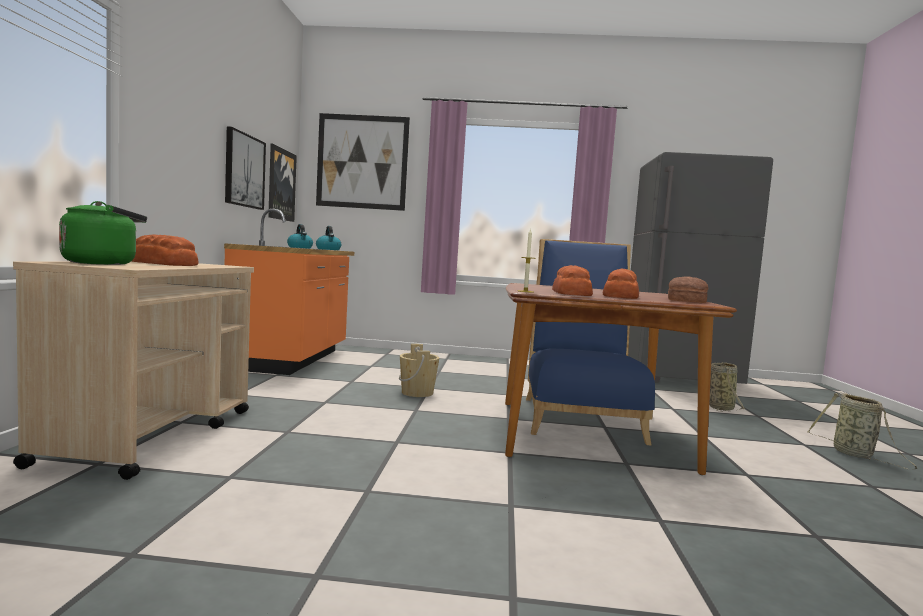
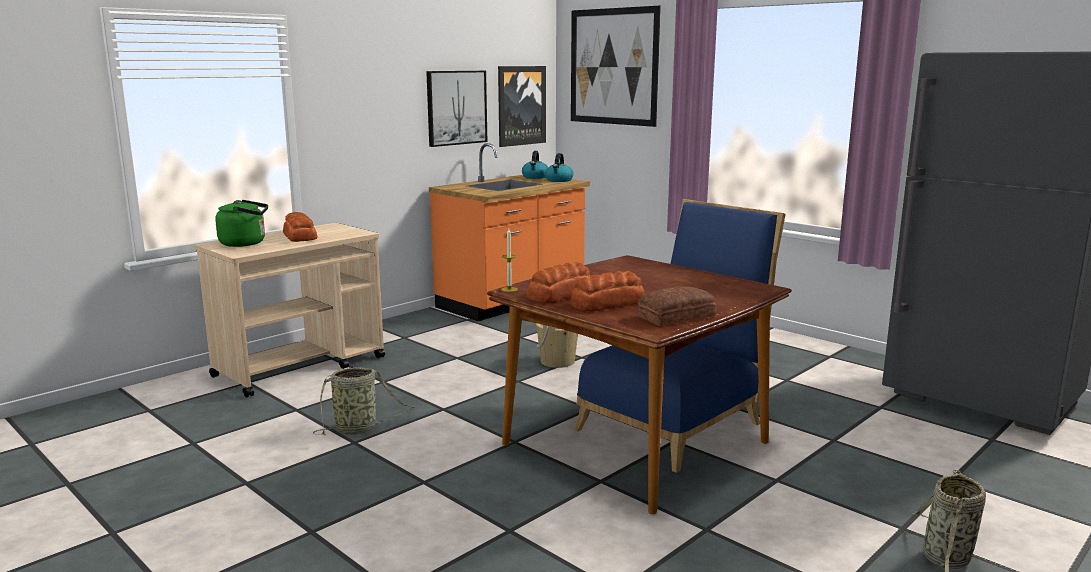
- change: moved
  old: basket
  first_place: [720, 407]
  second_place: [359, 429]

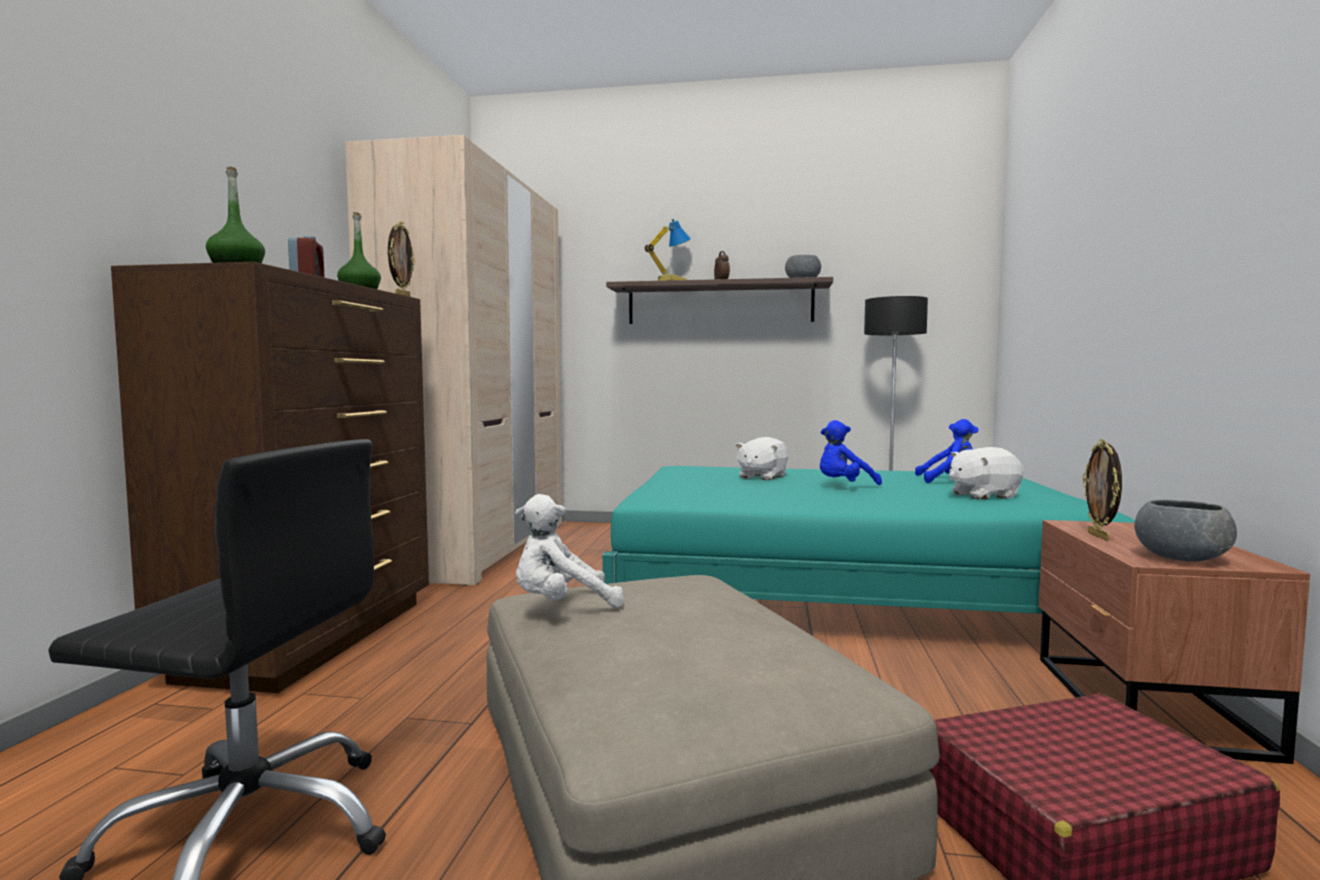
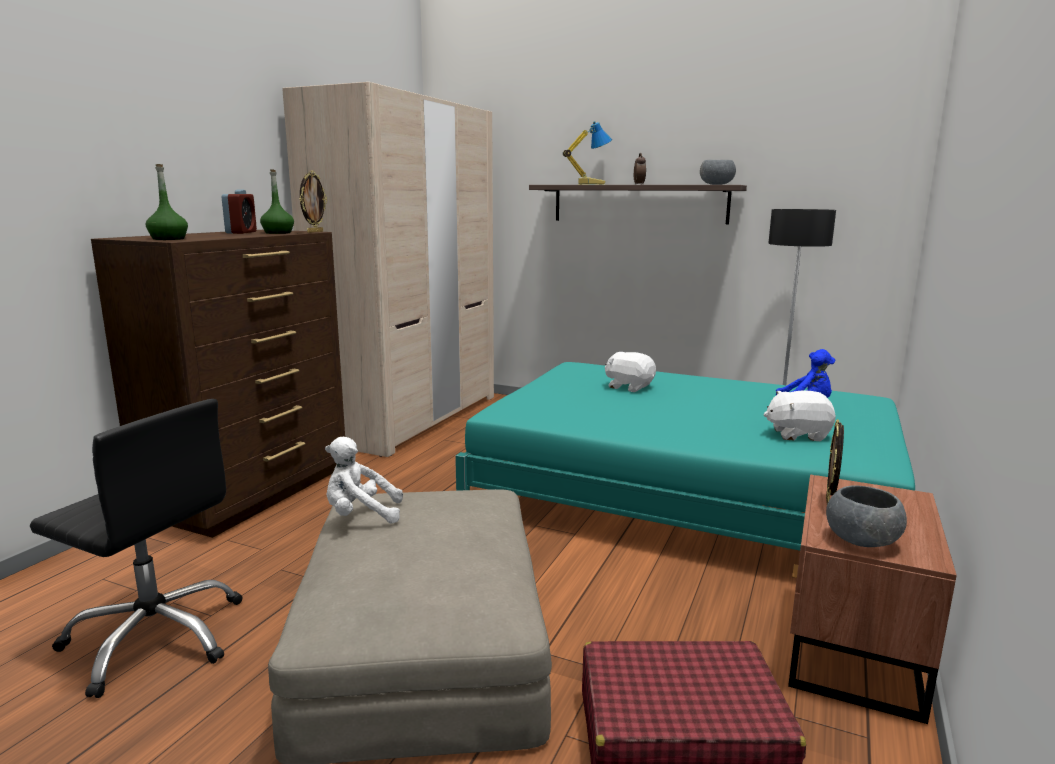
- change: turned
  old: plush toy/white
  first_place: [762, 477]
  second_place: [629, 387]
  degrees: 75
- change: removed
  old: plush toy/blue
  first_place: [844, 486]

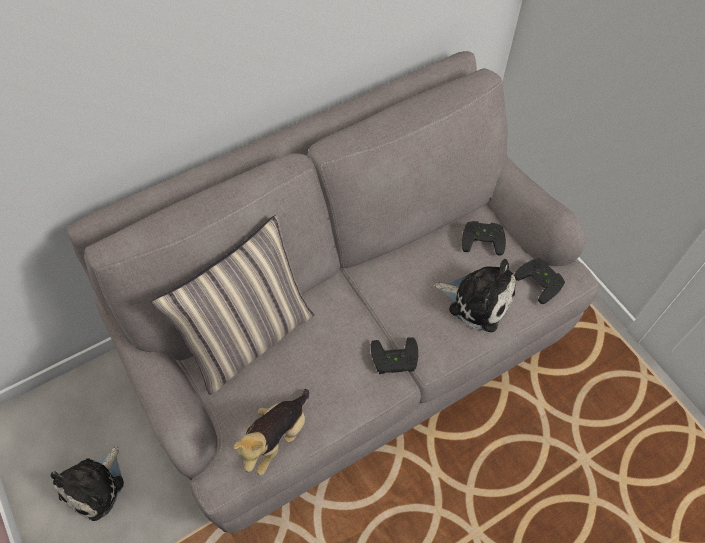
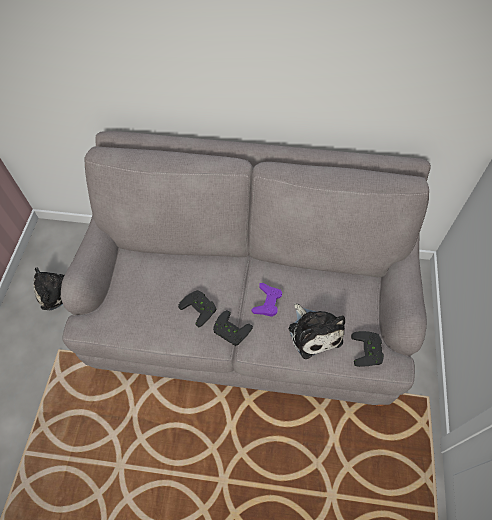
- change: removed
  old: pillow
  first_place: [250, 337]
- change: removed
  old: plush toy
  first_place: [276, 437]
- change: moved
  old: game controller/black
  first_place: [483, 238]
  second_place: [200, 307]
- change: added
  new: game controller/purple
  second_place: [267, 302]

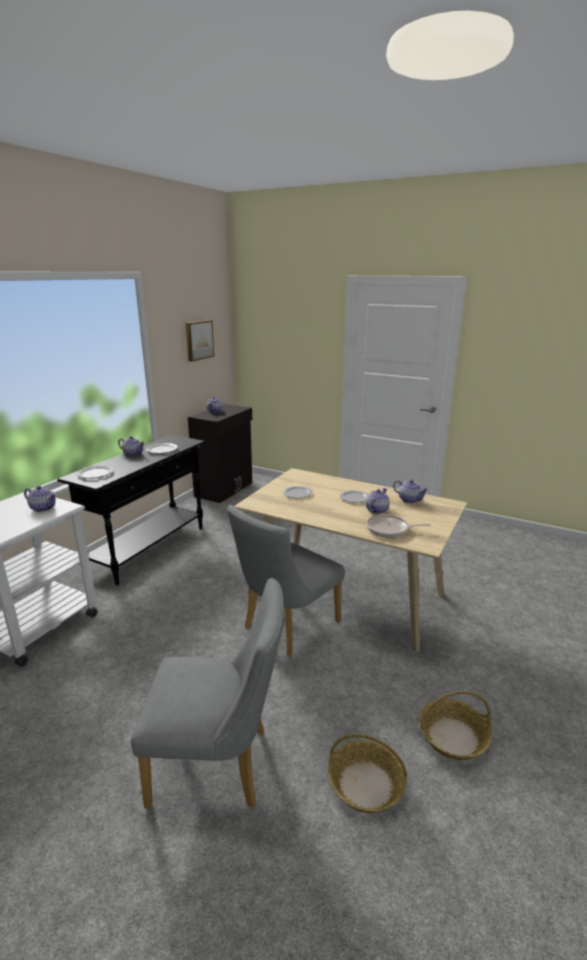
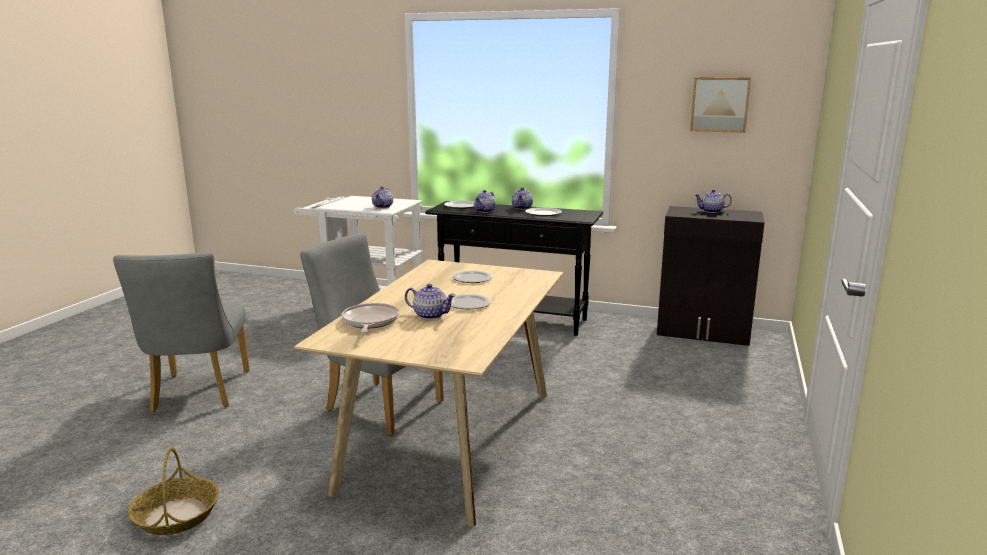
- change: removed
  old: basket
  first_place: [366, 784]
- change: moved
  old: teapot
  first_place: [409, 500]
  second_place: [485, 211]

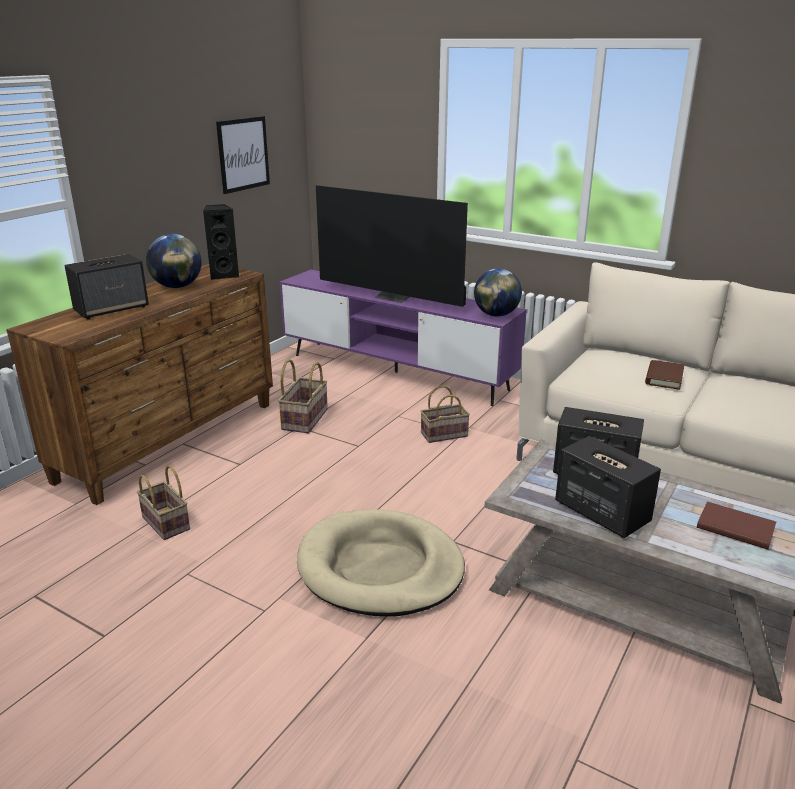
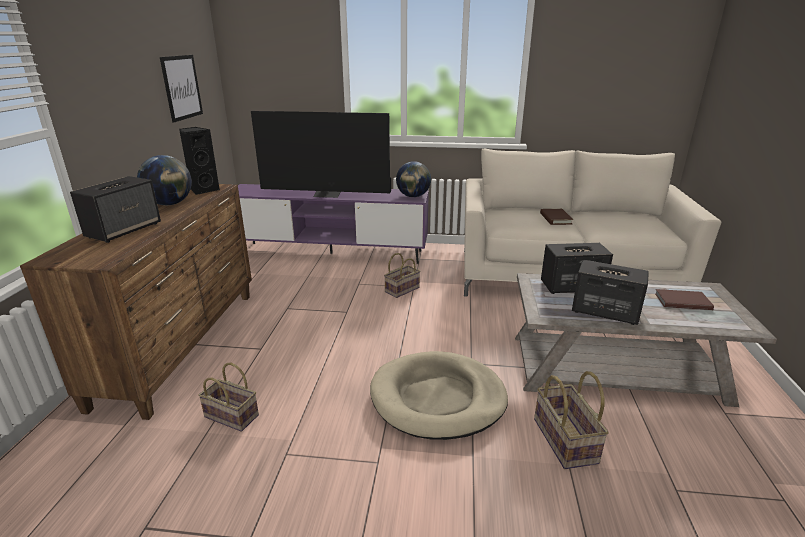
- change: moved
  old: basket
  first_place: [304, 419]
  second_place: [563, 440]

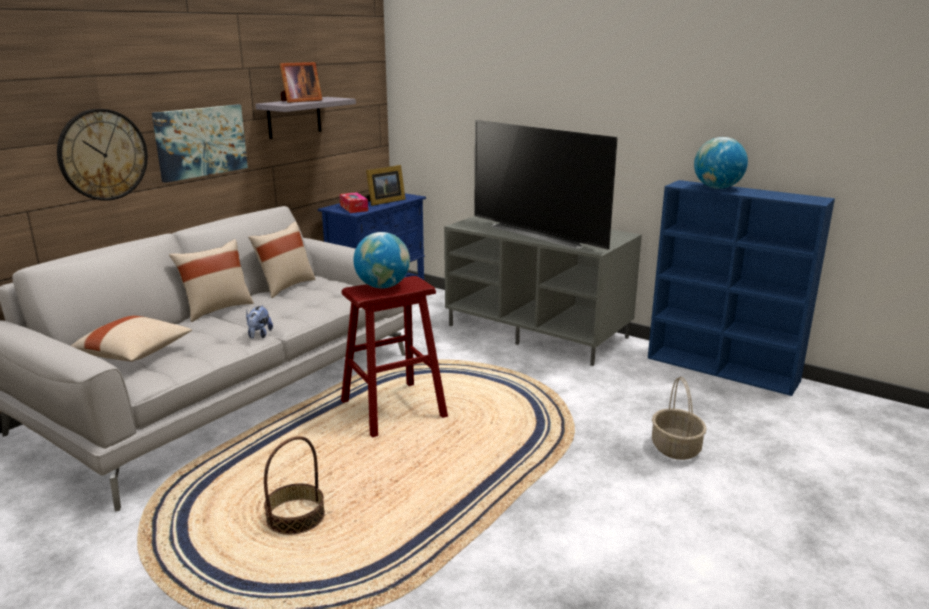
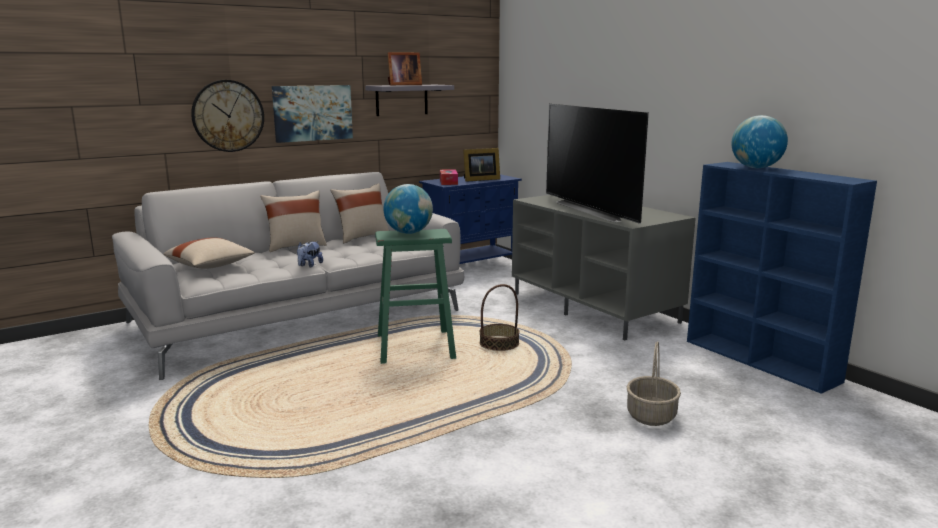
- change: moved
  old: basket
  first_place: [295, 517]
  second_place: [499, 343]
- change: recoloured
  old: stool/red
  new: stool/green
  first_place: [393, 409]
  second_place: [415, 347]

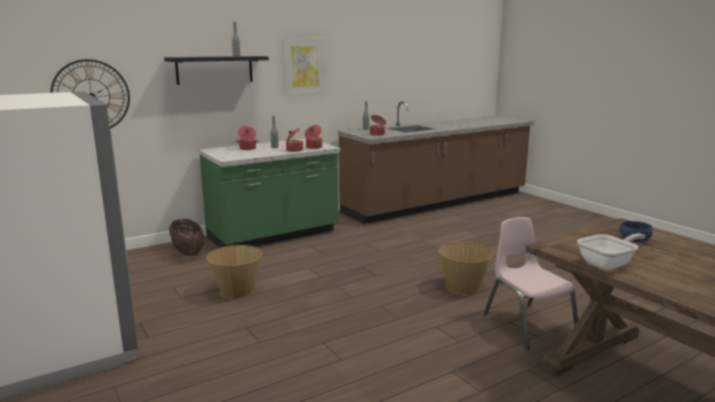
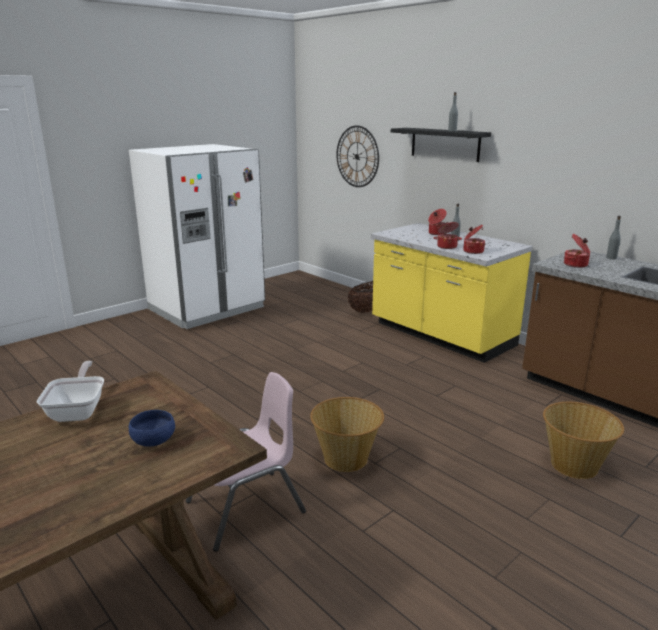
- change: recoloured
  old: counter/green
  new: counter/yellow
  first_place: [273, 235]
  second_place: [441, 335]
- change: moved
  old: basket
  first_place: [237, 291]
  second_place: [574, 464]
- change: removed
  old: picture
  first_place: [304, 66]
- change: turned
  old: frying pan
  first_place: [609, 264]
  second_place: [78, 410]
  degrees: -150

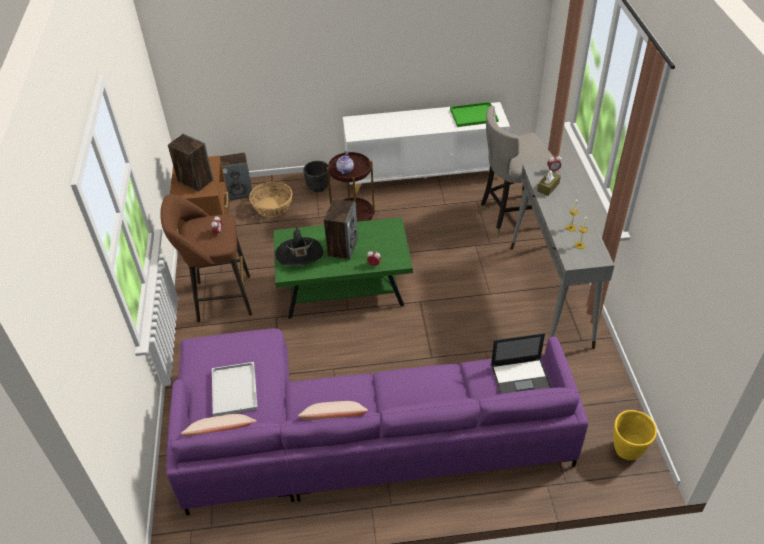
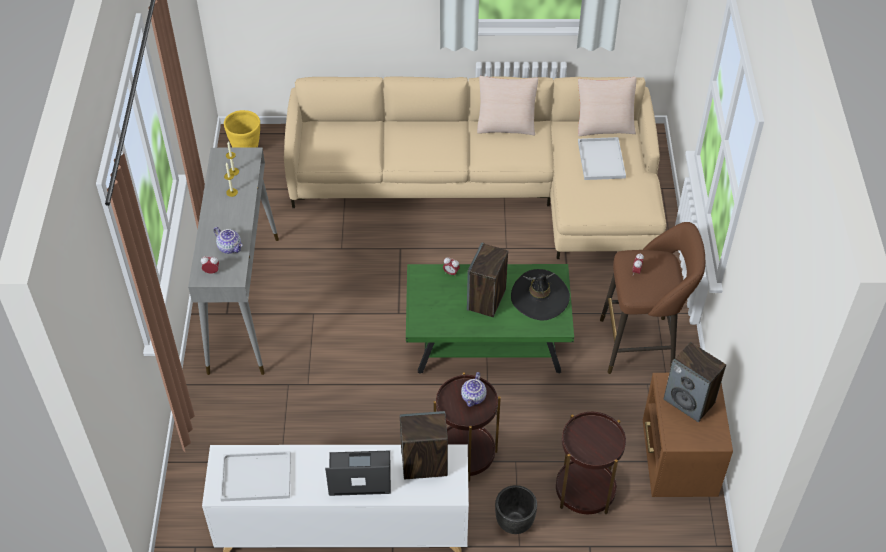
- change: recoloured
  old: sofa/purple
  new: sofa/beige
  first_place: [354, 436]
  second_place: [490, 185]
- change: moved
  old: speaker
  first_place: [239, 193]
  second_place: [424, 464]
- change: replaced
  old: basket
  new: side table/brown
  first_place: [272, 206]
  second_place: [585, 491]
- change: recoloured
  old: tray/green
  new: tray/white
  first_place: [473, 115]
  second_place: [258, 476]
- change: removed
  old: stool/grey
  first_place: [511, 216]
- change: moved
  old: laptop
  first_place: [521, 377]
  second_place: [358, 474]
- change: replaced
  old: tissue box/brown
  new: teapot
  first_place: [548, 187]
  second_place: [230, 247]

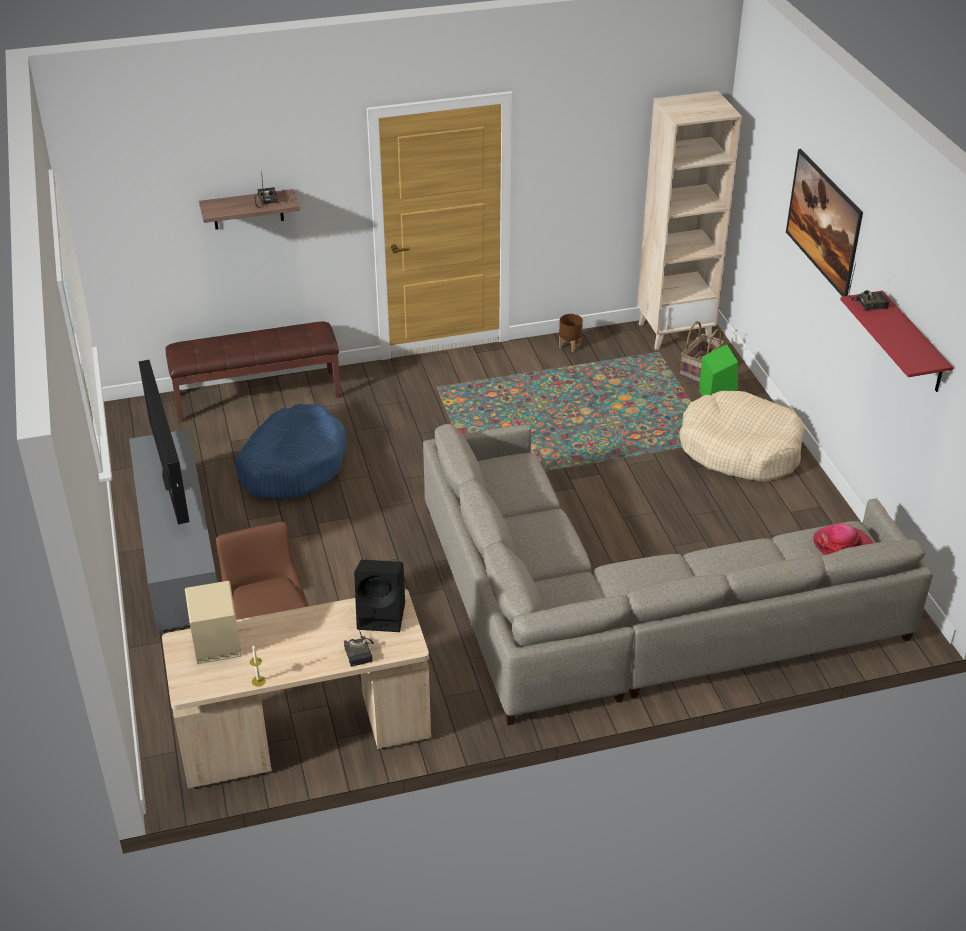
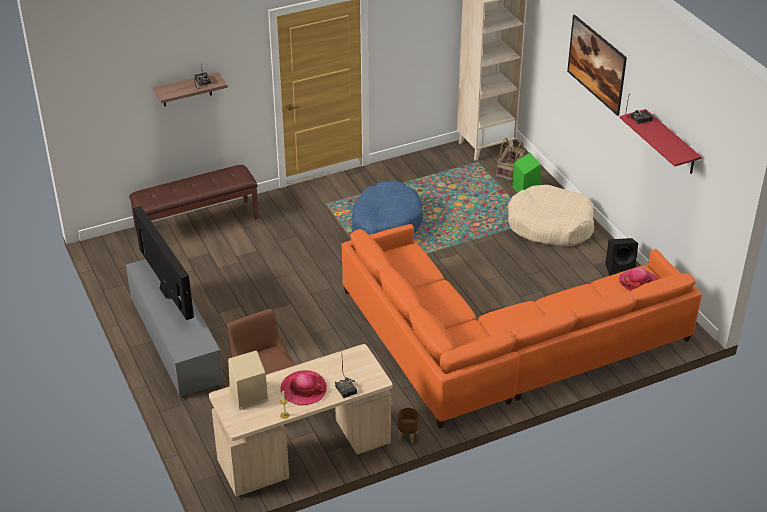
- change: moved
  old: dog bed/blue
  first_place: [293, 465]
  second_place: [385, 223]
- change: moved
  old: speaker/black
  first_place: [382, 615]
  second_place: [620, 270]
- change: recoloured
  old: sofa/grey
  new: sofa/orange
  first_place: [629, 612]
  second_place: [501, 345]
- change: moved
  old: planter/brown
  first_place: [569, 346]
  second_place: [407, 435]
- change: added
  new: hat
  second_place: [303, 389]

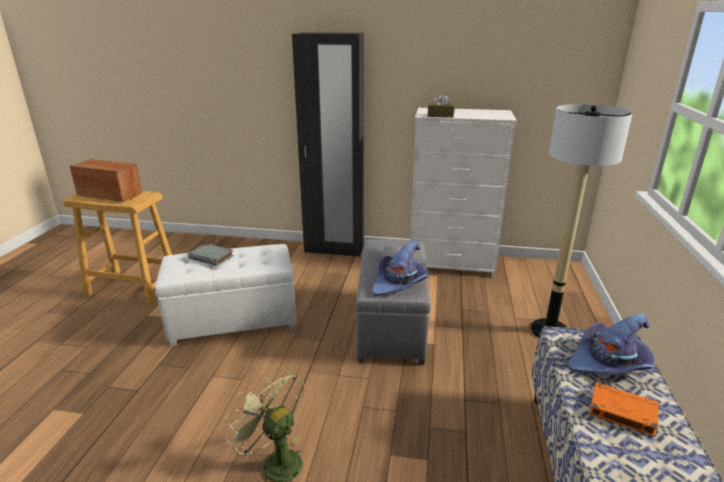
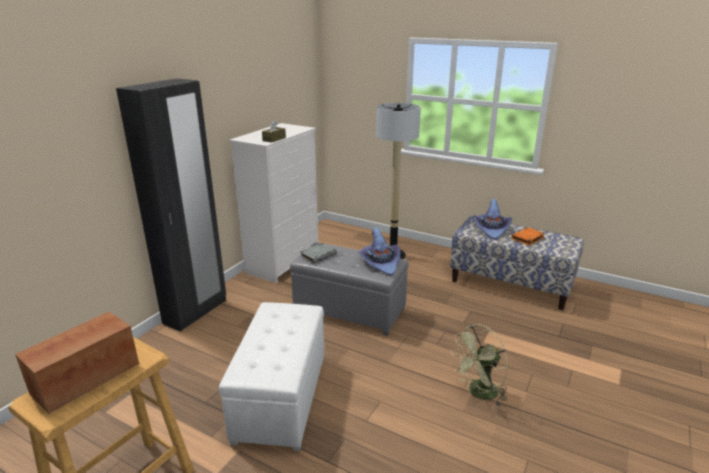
- change: moved
  old: book/grey
  first_place: [212, 257]
  second_place: [318, 255]

